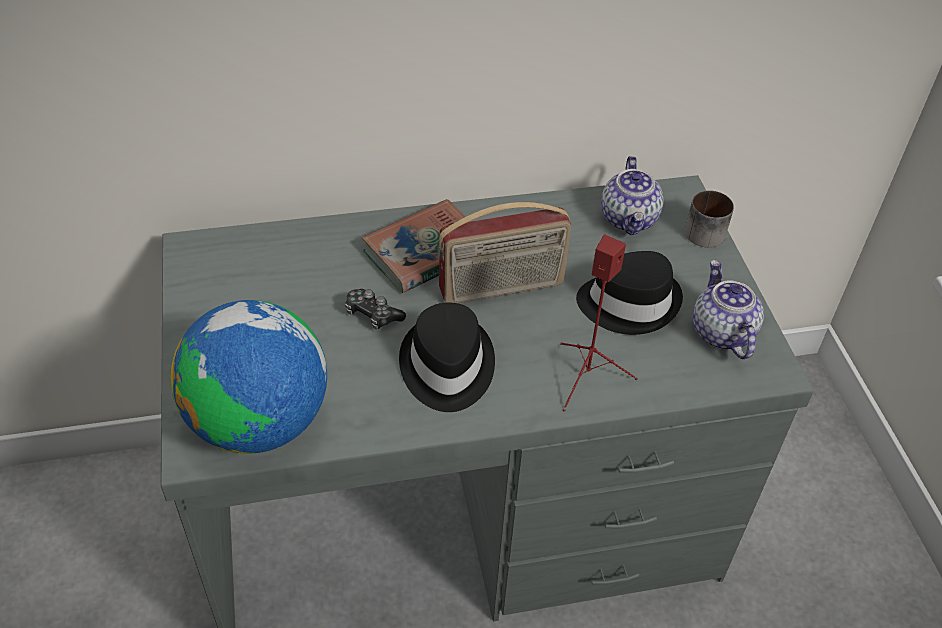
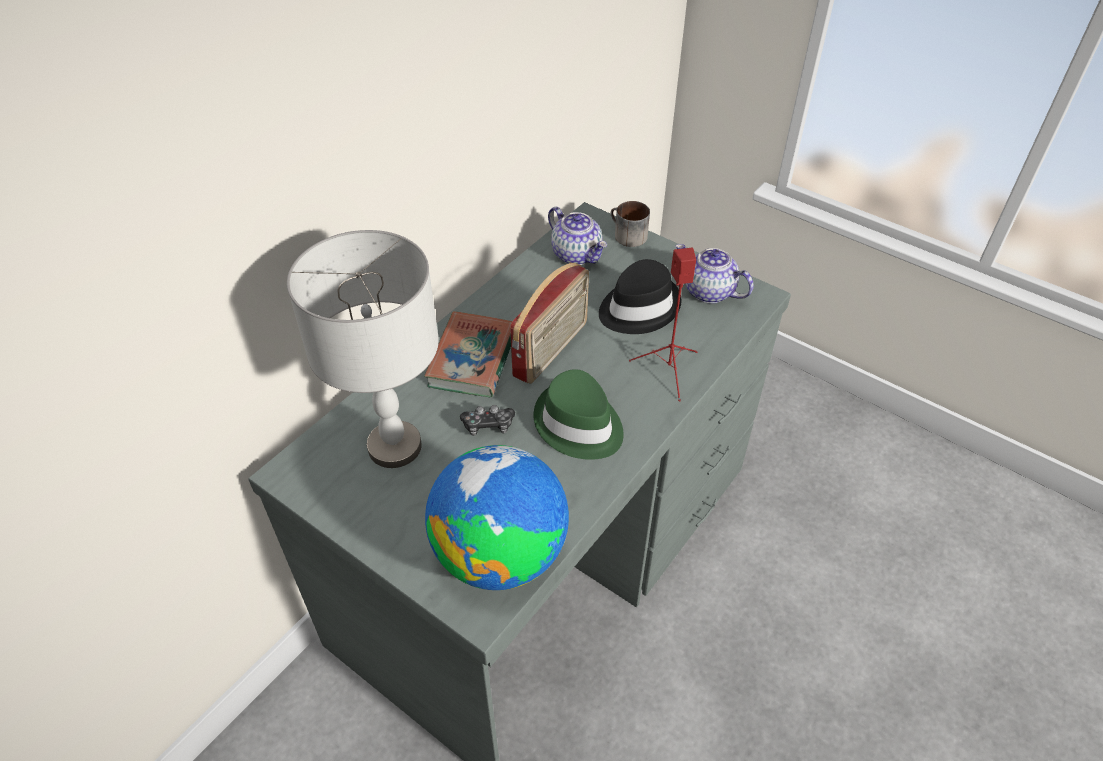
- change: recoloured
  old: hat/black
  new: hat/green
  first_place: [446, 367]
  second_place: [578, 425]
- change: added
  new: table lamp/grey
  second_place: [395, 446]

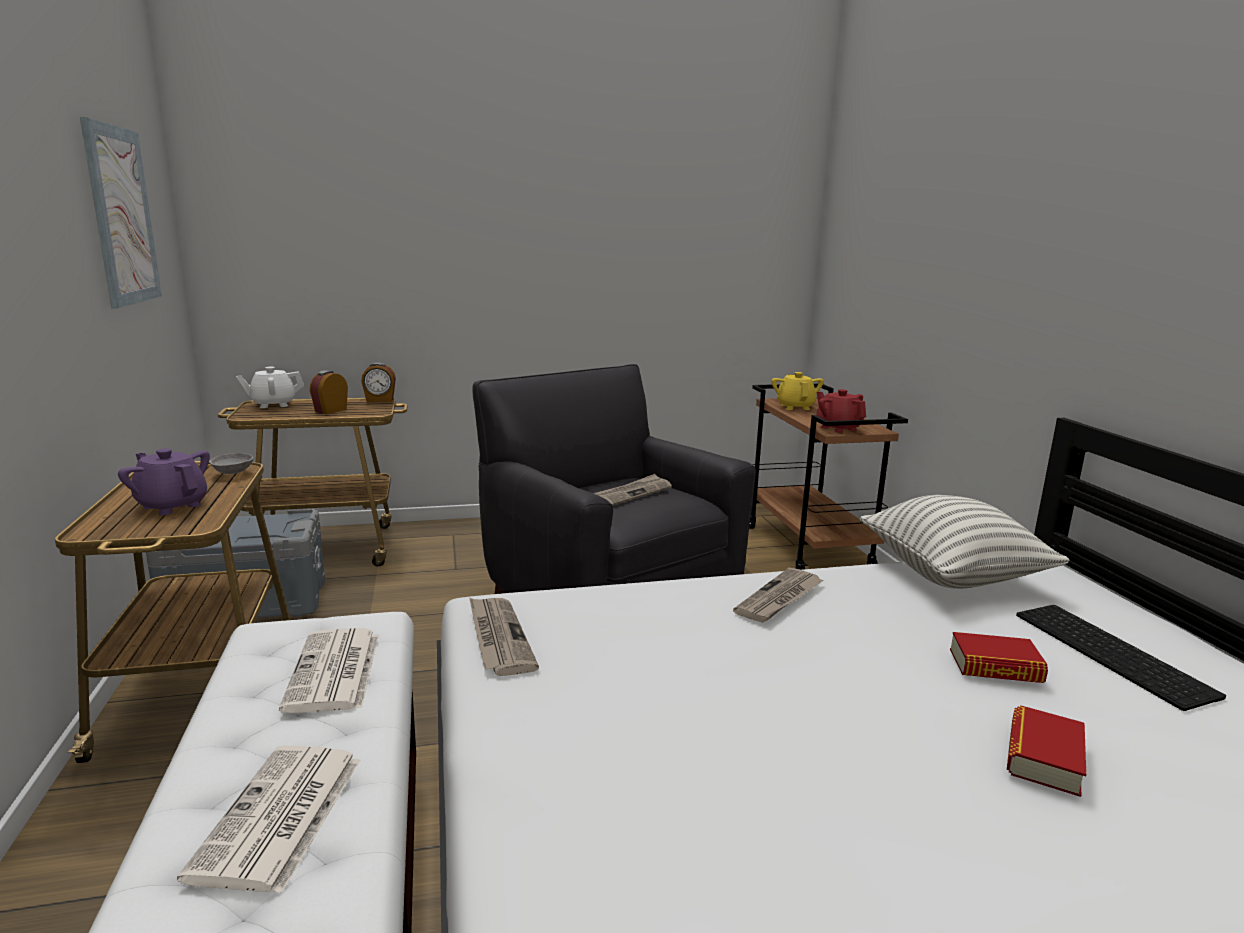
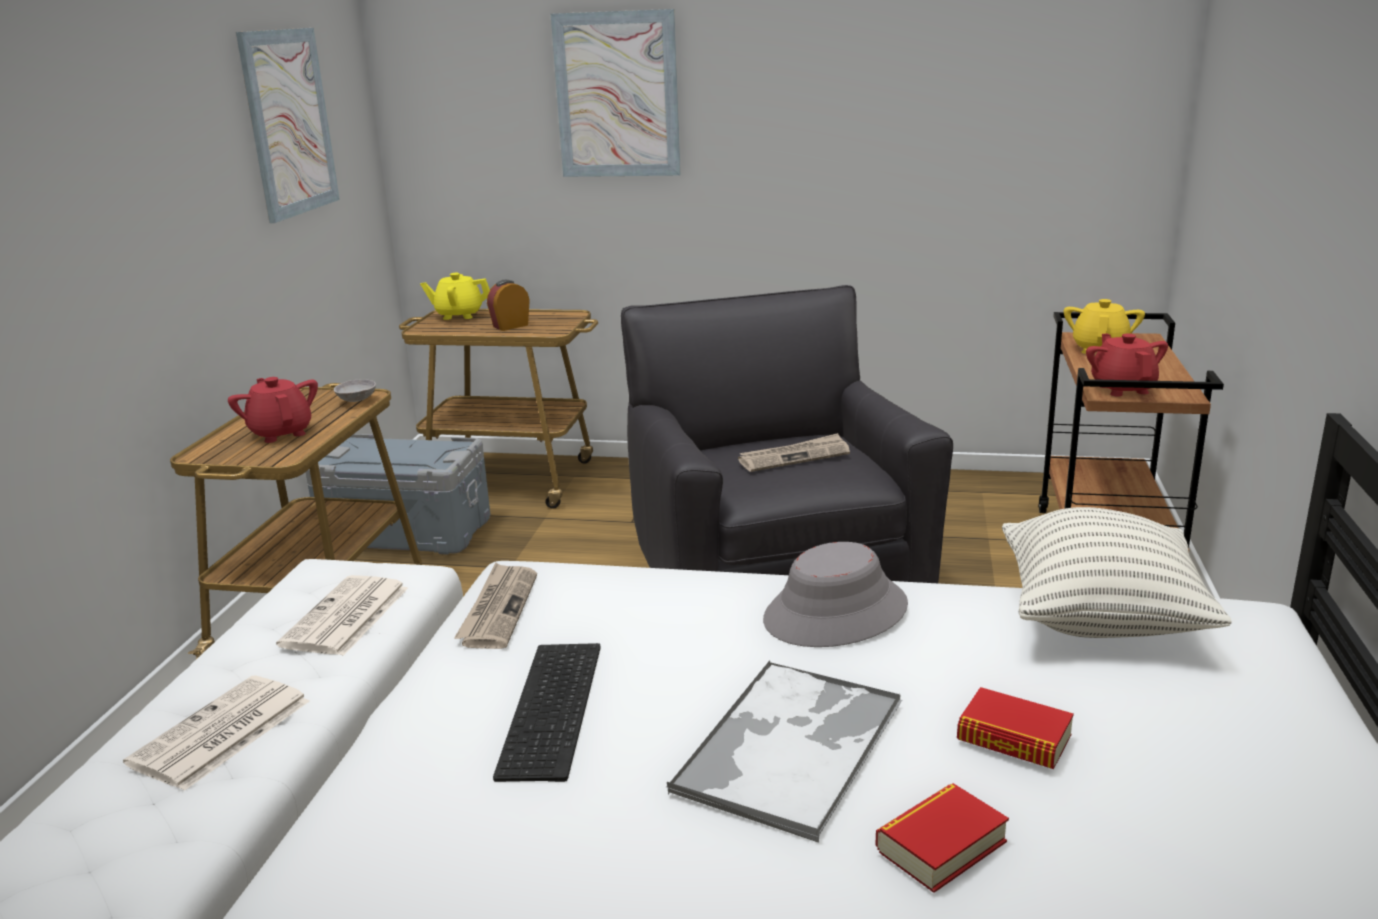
- change: recoloured
  old: teapot/purple
  new: teapot/red
  first_place: [172, 505]
  second_place: [281, 433]
- change: recoloured
  old: teapot/white
  new: teapot/yellow
  first_place: [273, 404]
  second_place: [459, 315]
- change: removed
  old: alarm clock
  first_place: [380, 400]
- change: replaced
  old: newspaper
  new: hat/grey
  first_place: [779, 598]
  second_place: [836, 613]
- change: moved
  old: keyboard
  first_place: [1115, 654]
  second_place: [555, 710]
- change: added
  new: picture
  second_place: [617, 95]
- change: added
  new: tray
  second_place: [791, 745]

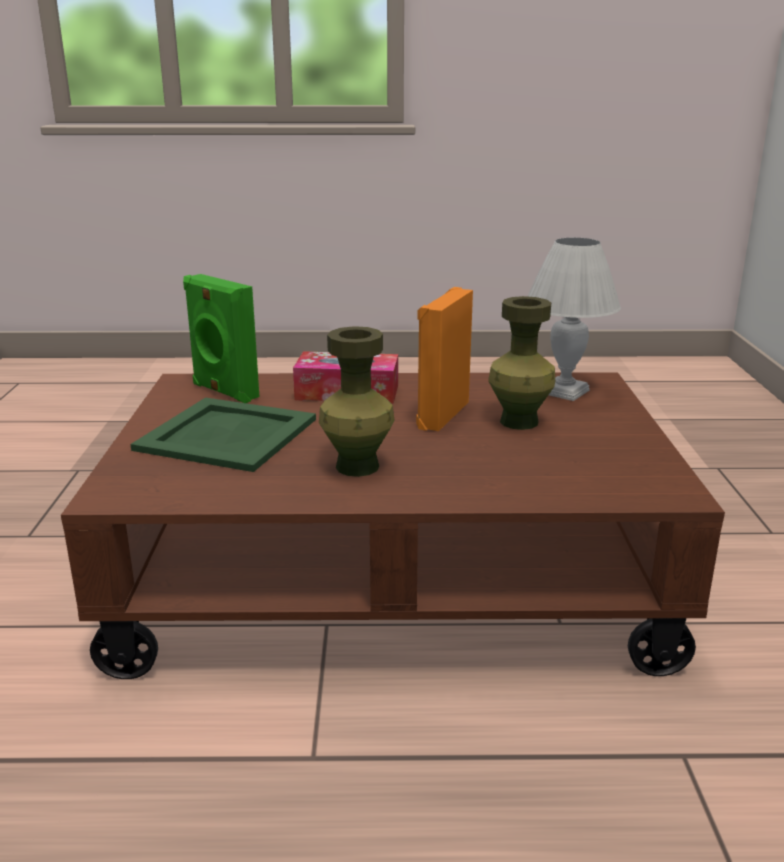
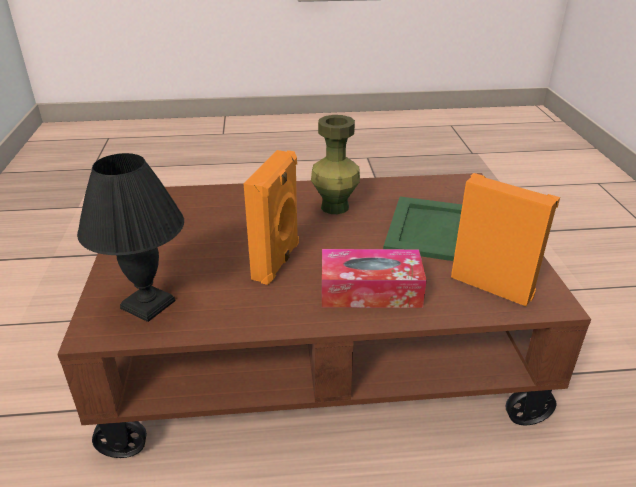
- change: recoloured
  old: speaker/green
  new: speaker/orange
  first_place: [223, 392]
  second_place: [492, 285]
- change: removed
  old: vase/green
  first_place: [519, 422]
- change: recoloured
  old: table lamp/white
  new: table lamp/black
  first_place: [563, 391]
  second_place: [149, 304]

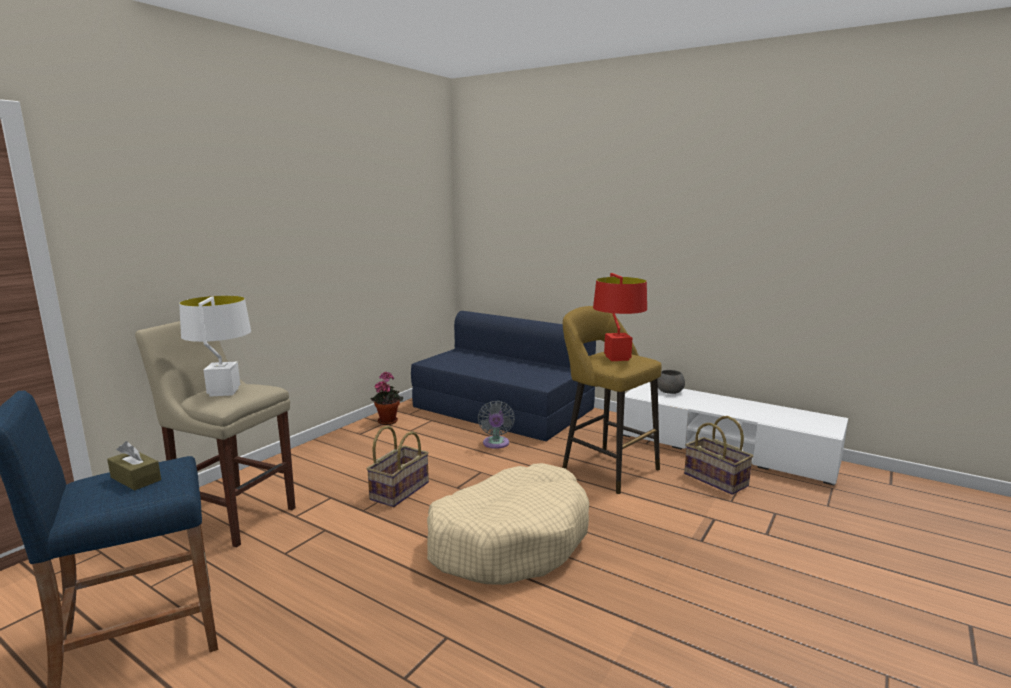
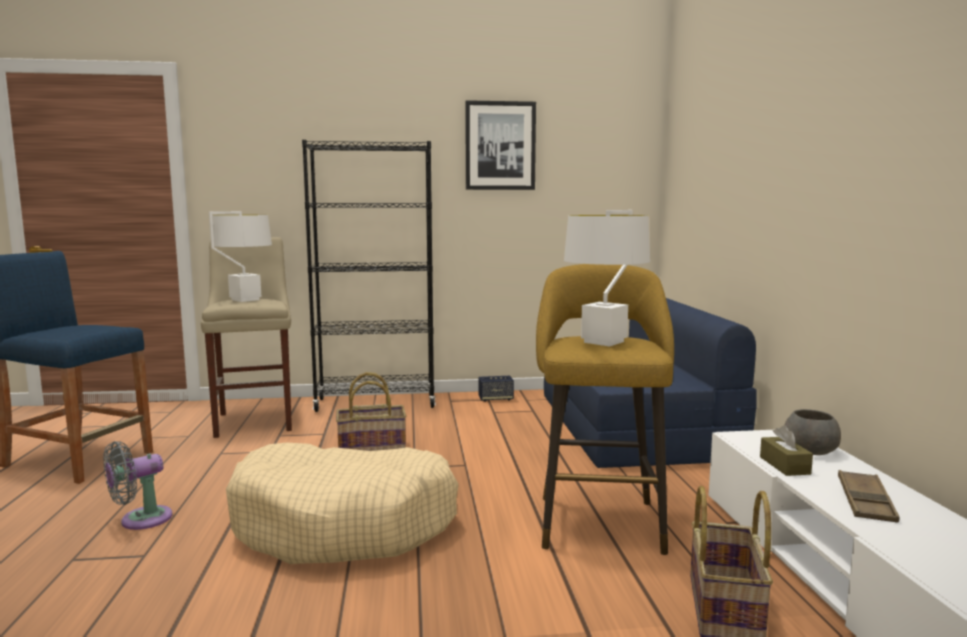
- change: moved
  old: tissue box/brown
  first_place: [135, 479]
  second_place: [784, 465]
- change: replaced
  old: potted plant
  new: speaker
  first_place: [388, 420]
  second_place: [495, 399]
- change: moved
  old: fan/grey
  first_place: [496, 444]
  second_place: [140, 520]
- change: recoloured
  old: table lamp/red
  new: table lamp/white
  first_place: [617, 358]
  second_place: [604, 342]
- change: added
  new: bookcase/black
  second_place: [376, 403]
- change: added
  new: picture
  second_place: [500, 146]
- change: added
  new: tray/brown
  second_place: [865, 502]

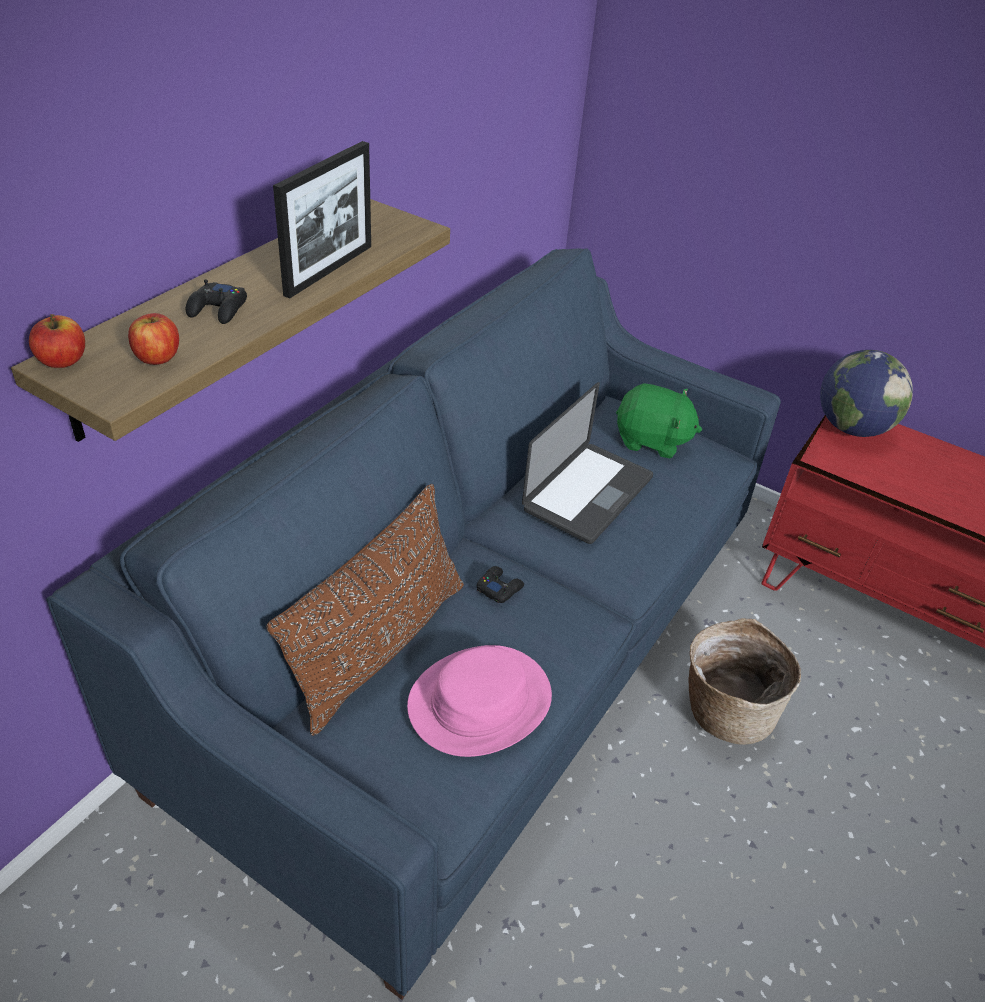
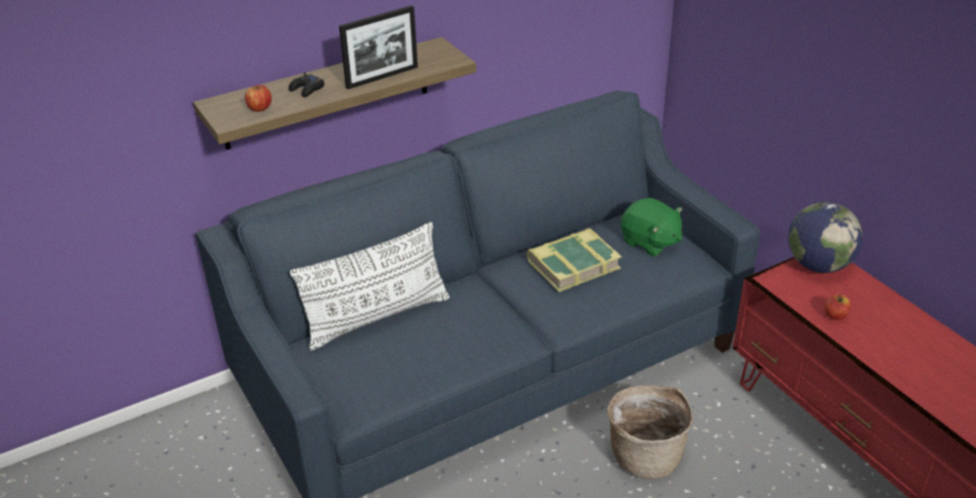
- change: moved
  old: apple
  first_place: [63, 361]
  second_place: [835, 315]
- change: recoloured
  old: pillow/brown
  new: pillow/white
  first_place: [379, 646]
  second_place: [377, 317]
- change: removed
  old: hat/pink
  first_place: [479, 701]
- change: removed
  old: game controller/black
  first_place: [499, 588]
- change: replaced
  old: laptop
  new: book
  first_place: [588, 494]
  second_place: [573, 265]

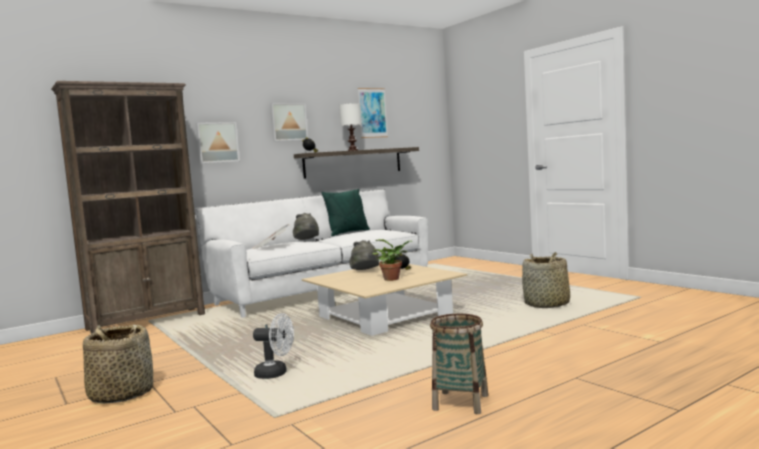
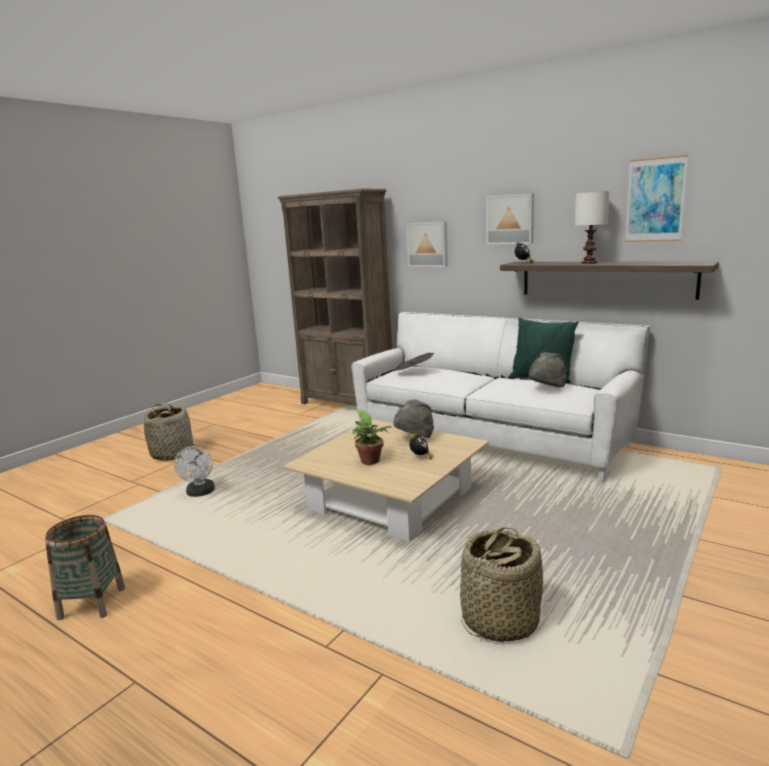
- change: moved
  old: hat/grey
  first_place: [307, 240]
  second_place: [547, 389]

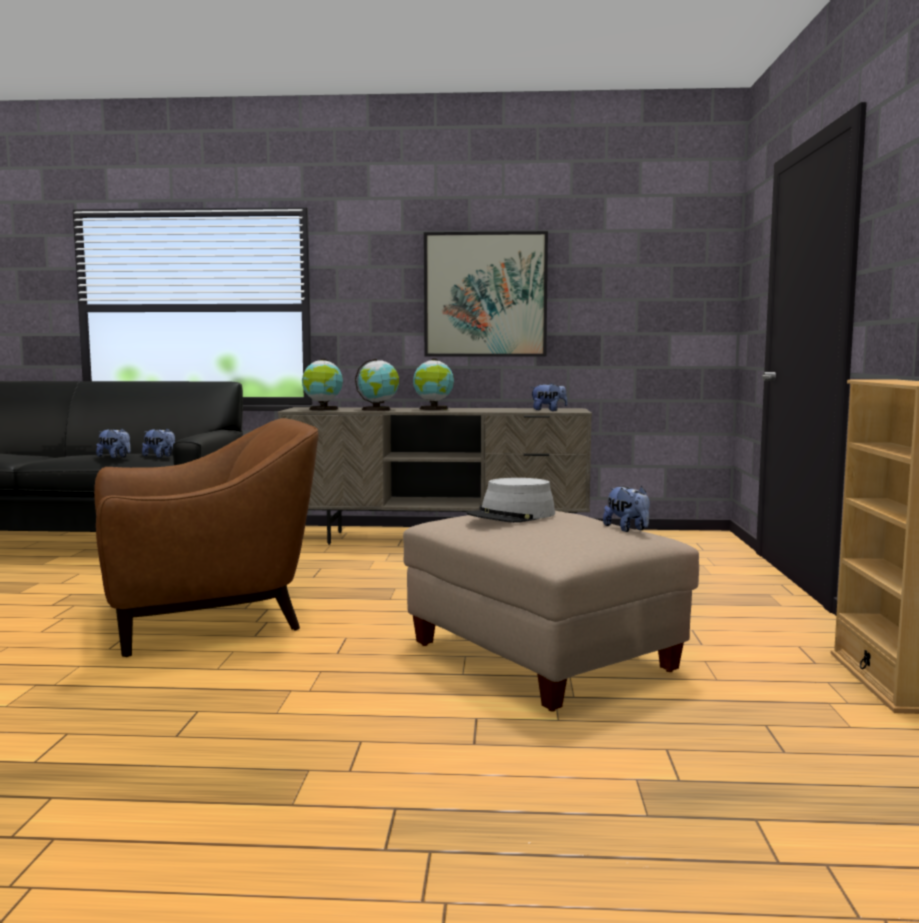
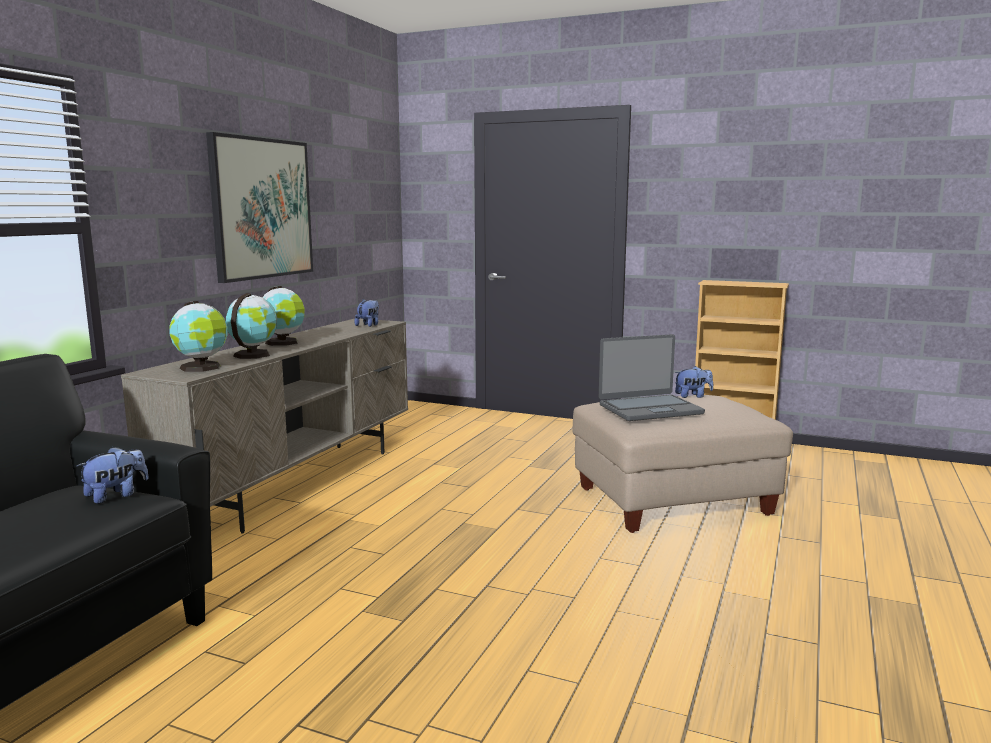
- change: removed
  old: armchair/brown
  first_place: [207, 618]
- change: removed
  old: plush toy
  first_place: [115, 457]
- change: replaced
  old: hat/grey
  new: laptop
  first_place: [511, 515]
  second_place: [649, 409]

